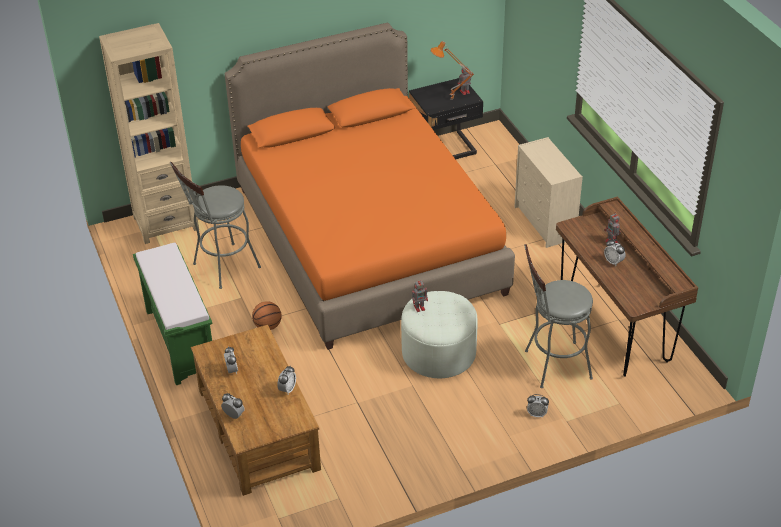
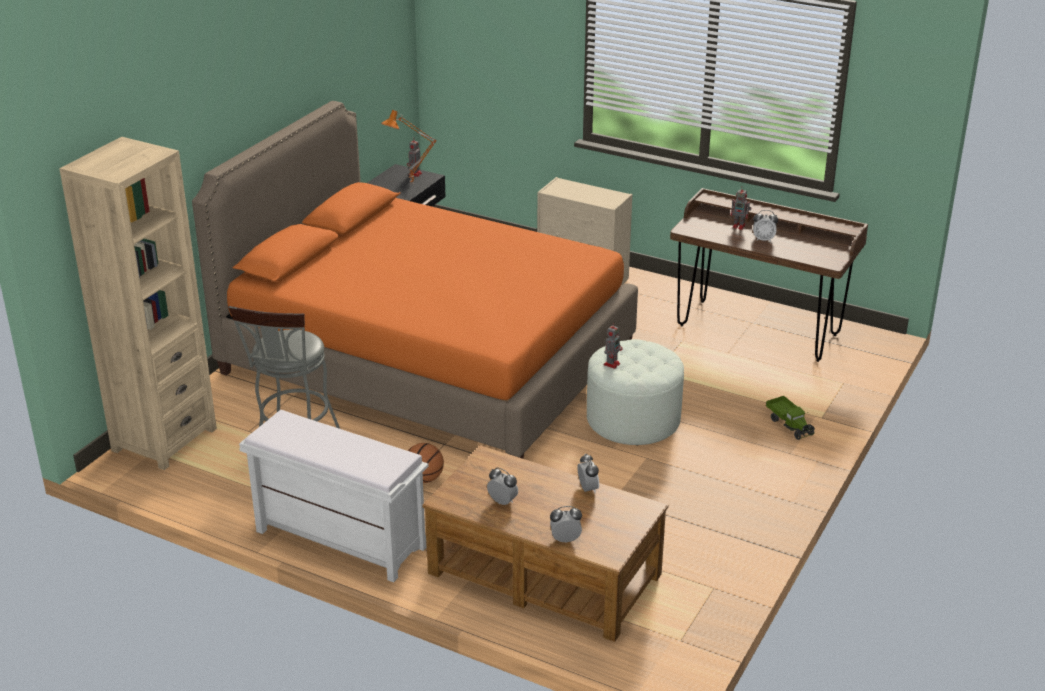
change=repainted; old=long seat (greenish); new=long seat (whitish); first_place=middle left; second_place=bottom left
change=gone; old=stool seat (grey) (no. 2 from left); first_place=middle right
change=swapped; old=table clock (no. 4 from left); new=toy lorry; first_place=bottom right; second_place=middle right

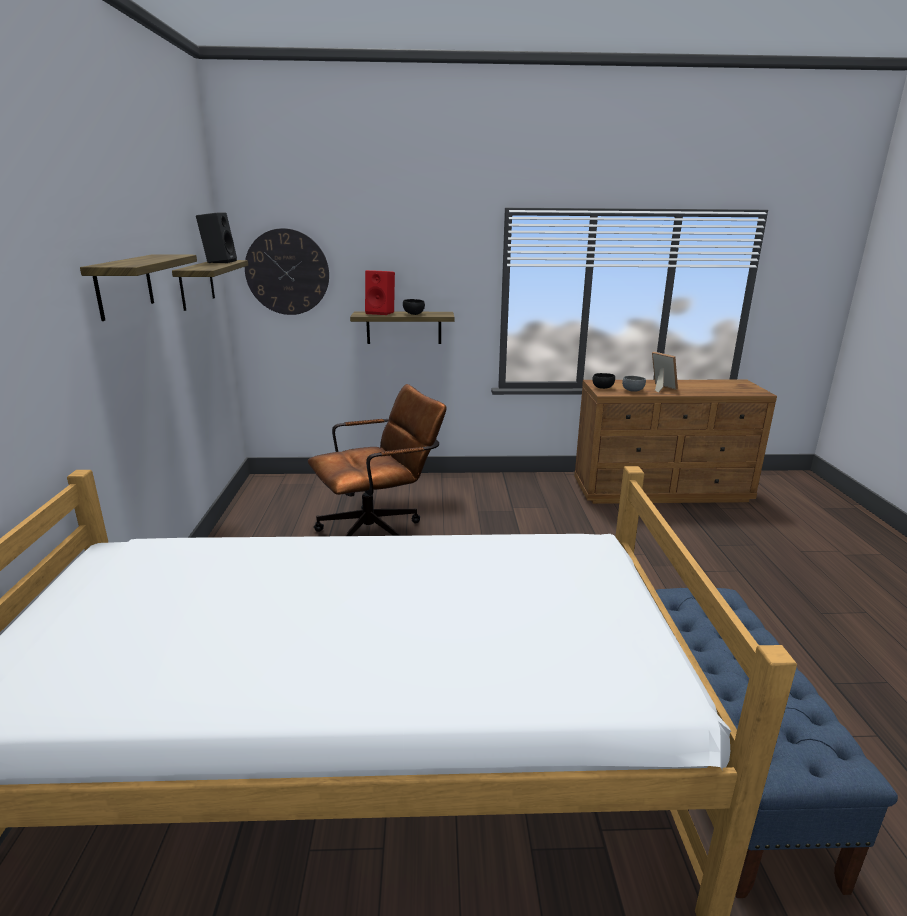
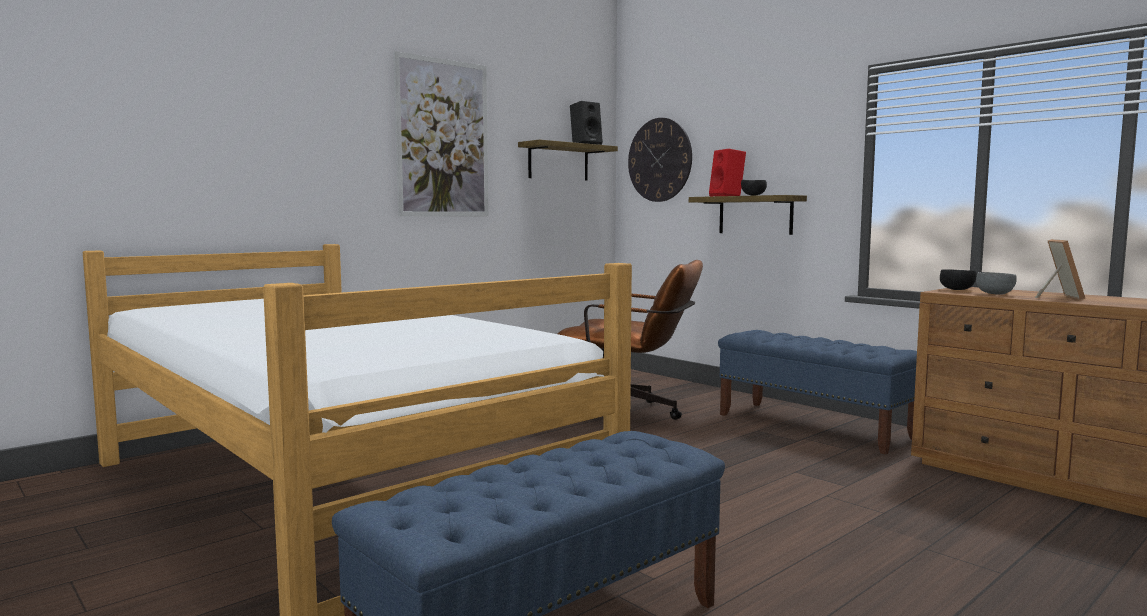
change=swapped; old=bracket shelf (no. 1 from left); new=wall art; first_place=top left; second_place=top centre
change=new; new=long seat (blue-coloured) (no. 2 from left); second_place=middle right

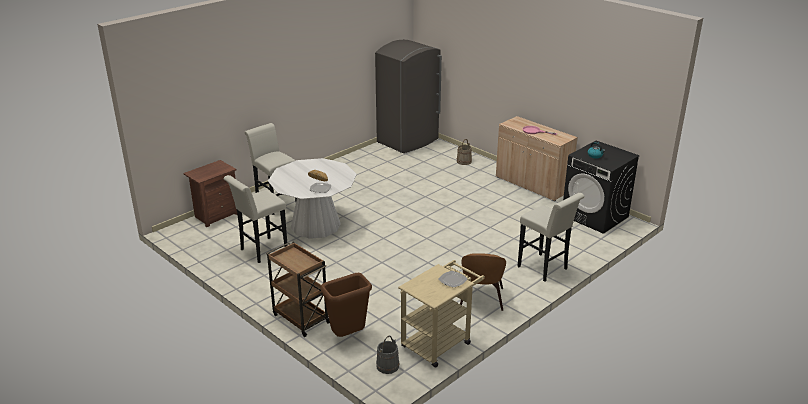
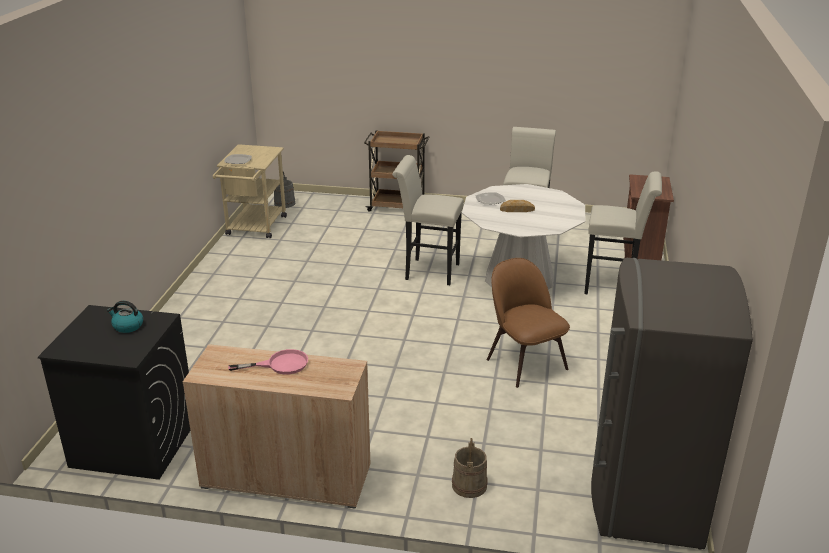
change=shifted; old=stool seat (whitish) (no. 3 from left in the first image); new=stool seat (whitish) (no. 1 from left); first_place=middle right; second_place=centre
change=shifted; old=upright chair (brownish); first_place=bottom centre; second_place=centre
change=gone; old=trash can (brownish); first_place=bottom centre

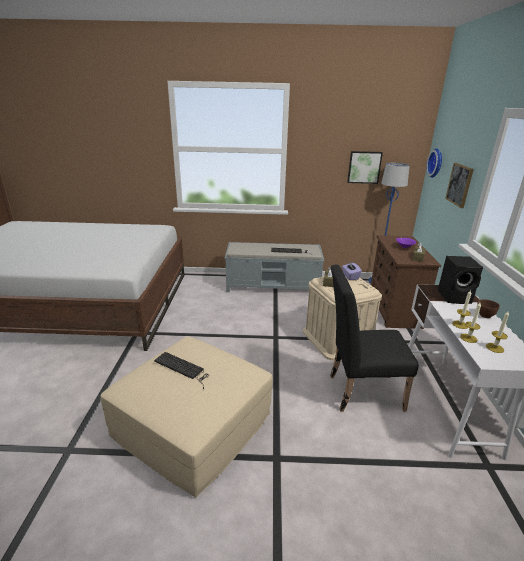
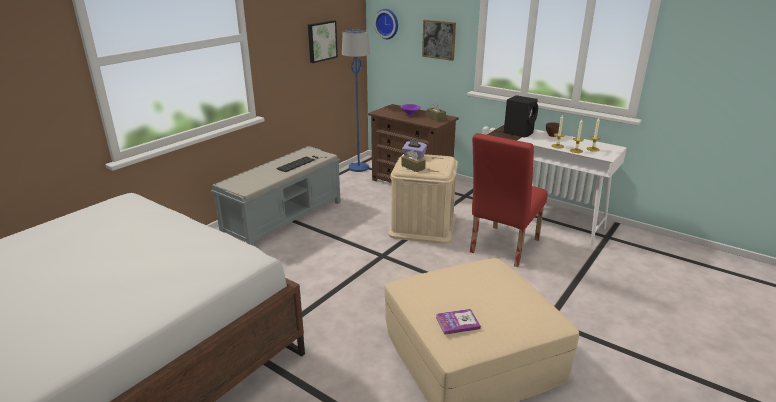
change=repainted; old=upright chair (black-coloured); new=upright chair (reddish); first_place=middle right; second_place=centre
change=gone; old=computer keyboard (no. 1 from left); first_place=centre
change=new; new=bound book; second_place=bottom centre

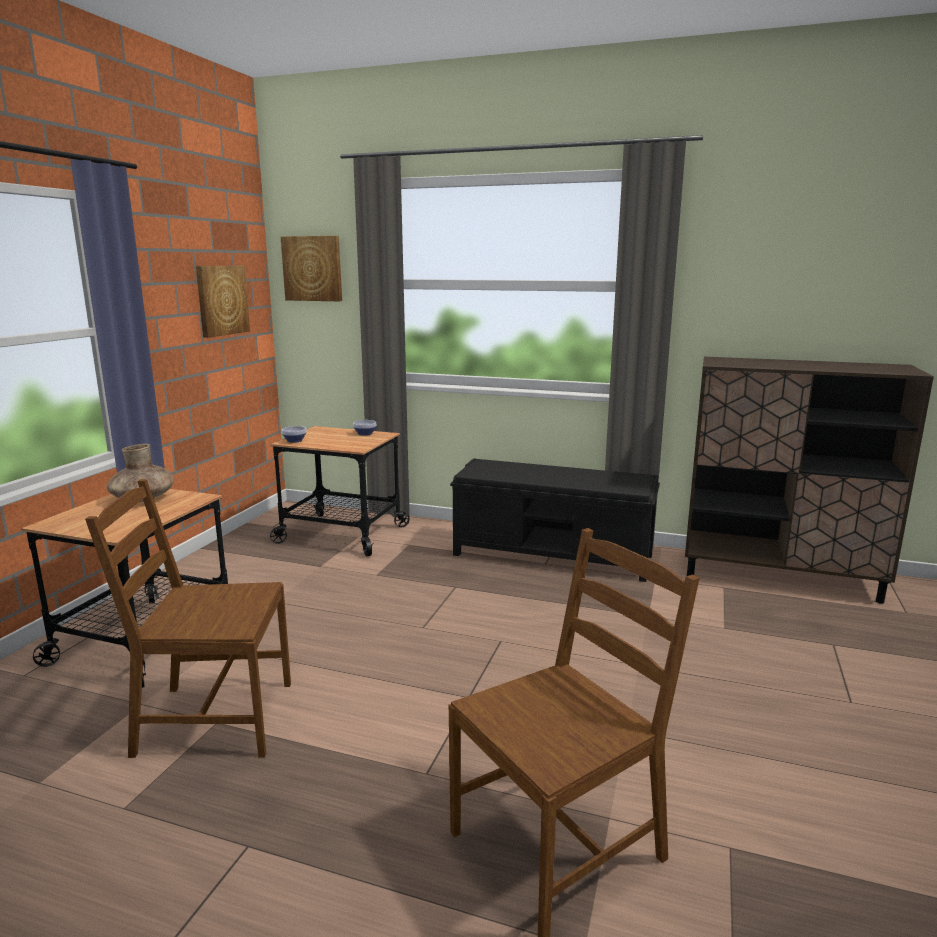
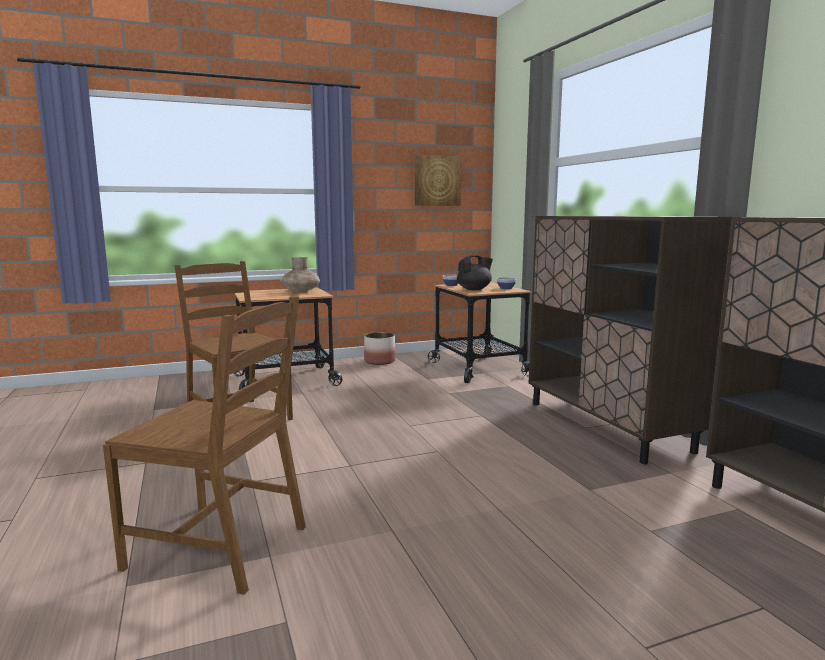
change=gone; old=wall art (no. 2 from left); first_place=top left
change=swapped; old=long seat (black-coloured); new=cabinet (brownish) (no. 1 from left); first_place=centre; second_place=middle right
change=new; new=teapot (black-coloured); second_place=centre
change=new; new=plant pot; second_place=centre

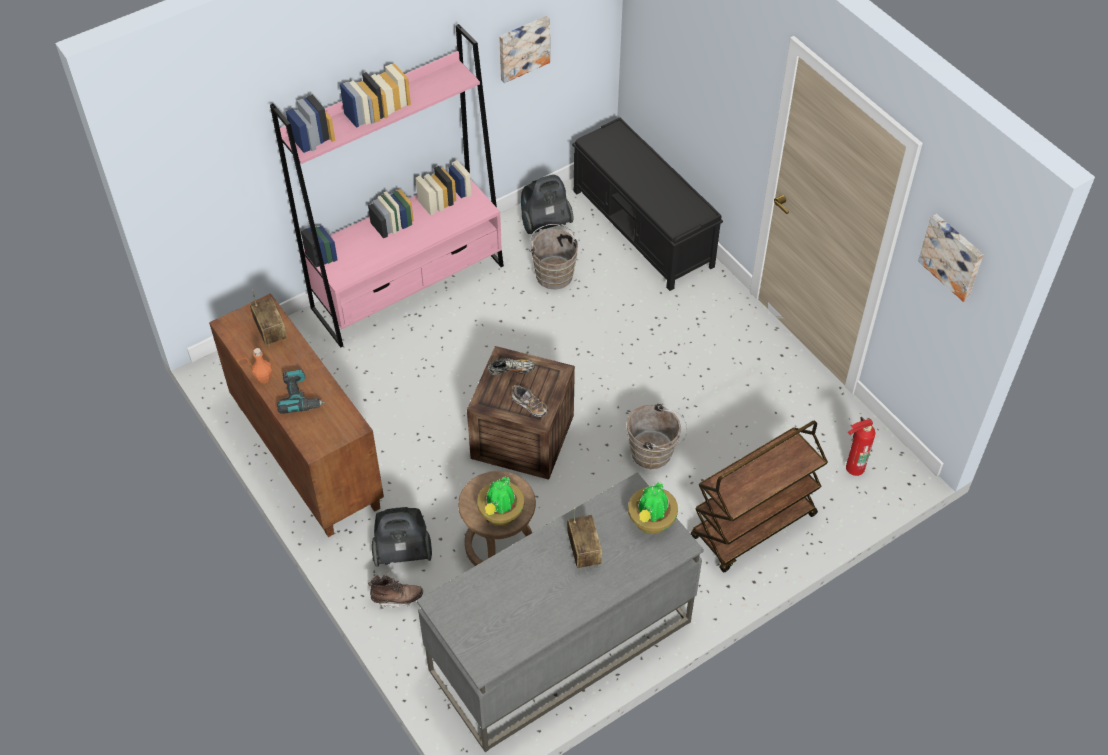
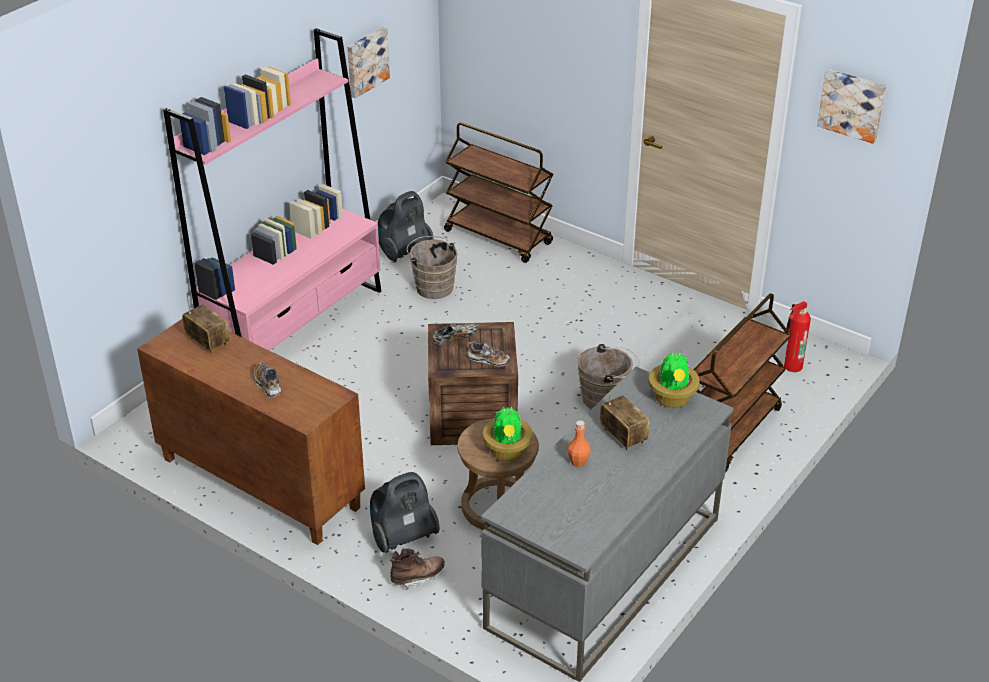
change=swapped; old=long seat (black-coloured); new=trolley (brownish) (no. 1 from left); first_place=top centre; second_place=top centre
change=shifted; old=bottle (orange-coloured); first_place=middle left; second_place=centre
change=swapped; old=power drill; new=item of footwear (no. 1 from left); first_place=middle left; second_place=middle left

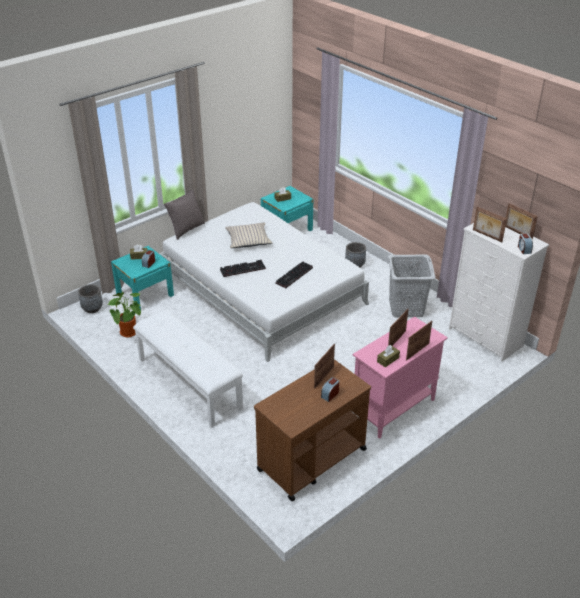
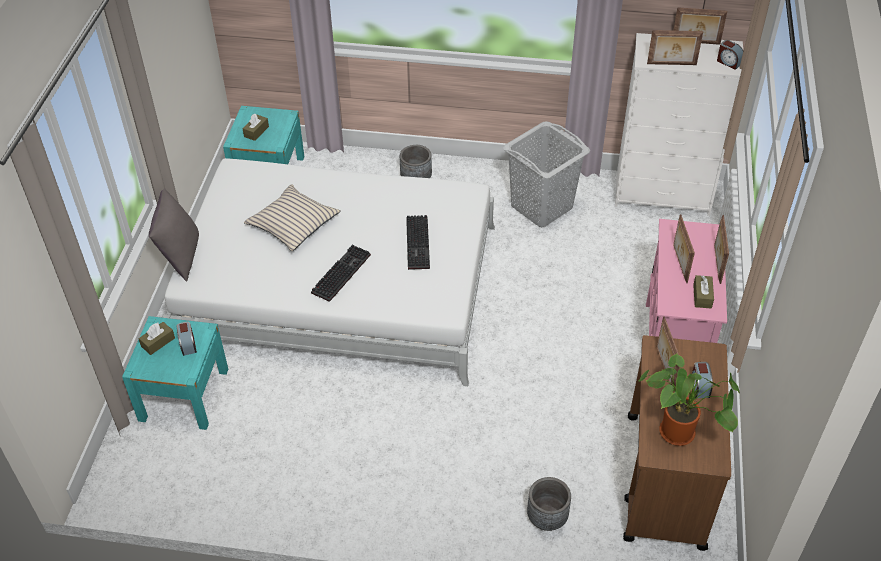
change=shifted; old=plant pot (grey) (no. 1 from left in the first image); new=plant pot (grey) (no. 2 from left); first_place=middle left; second_place=bottom centre
change=shifted; old=plant in a pot; first_place=middle left; second_place=bottom right
change=gone; old=long seat (whitish); first_place=middle left

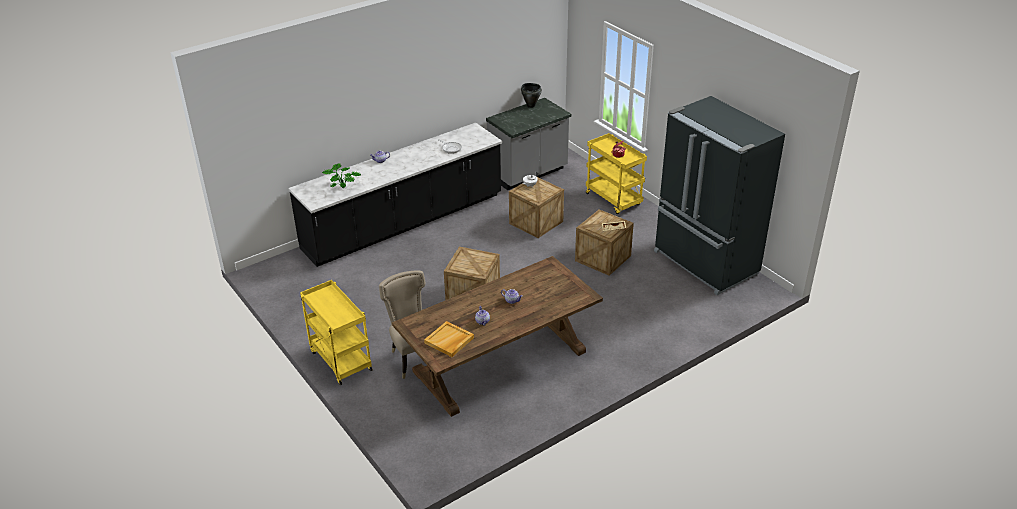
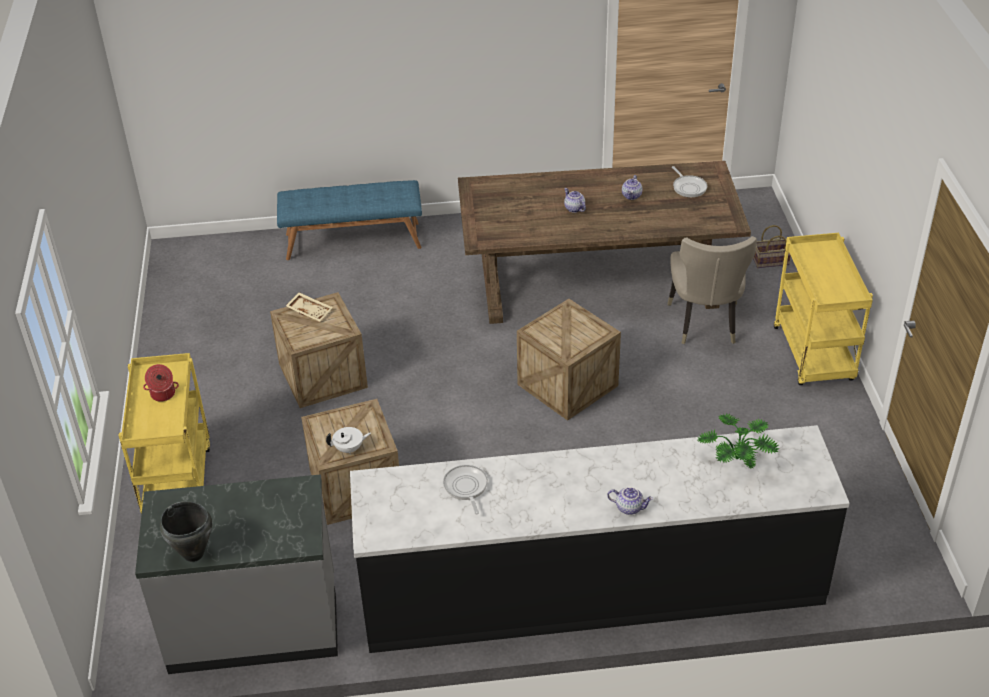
change=gone; old=fridge (black-coloured); first_place=middle right
change=swapped; old=tray (sand-coloured) (no. 1 from left); new=skillet (no. 2 from left); first_place=centre; second_place=top right
change=new; new=long seat (blue-coloured); second_place=top centre
change=new; new=basket; second_place=middle right

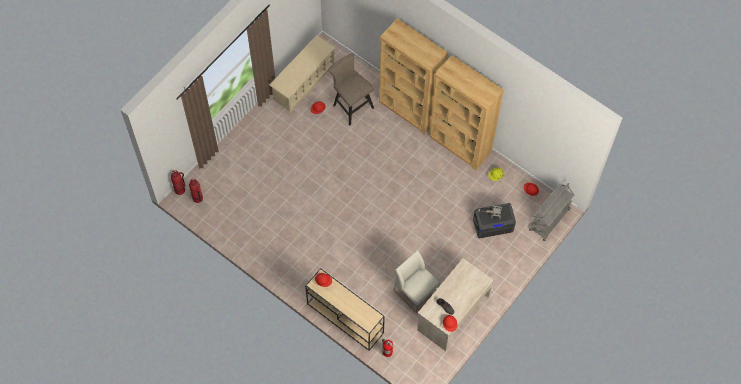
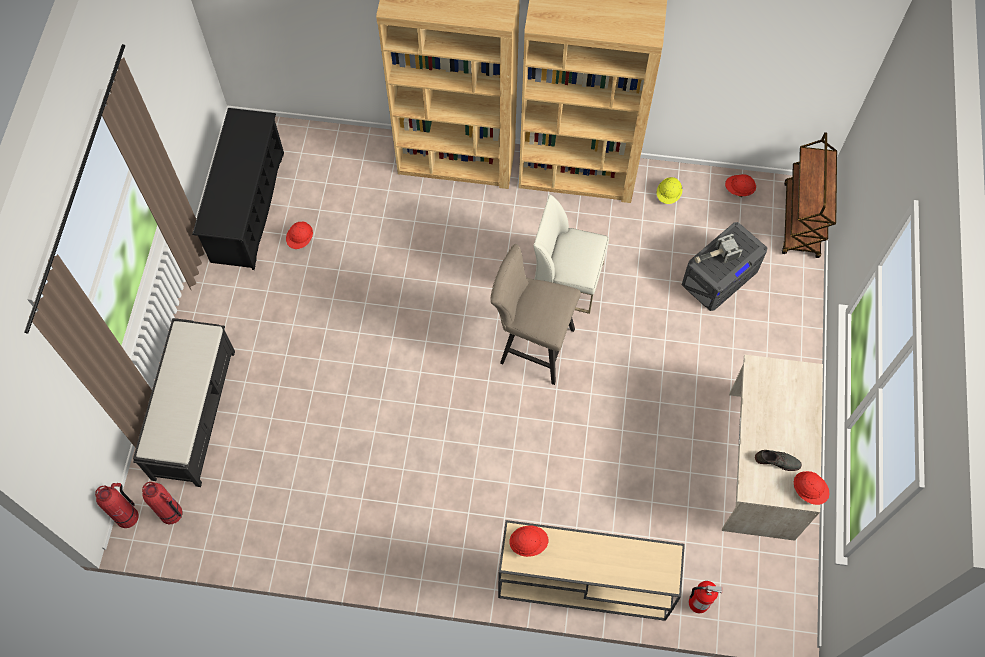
change=repainted; old=shoe stand (sand-coloured); new=shoe stand (black-coloured); first_place=top centre; second_place=top left
change=shifted; old=stool seat (sand-coloured); first_place=top centre; second_place=centre
change=repainted; old=trolley (grey); new=trolley (brownish); first_place=middle right; second_place=top right
change=shifted; old=upright chair (whitish); first_place=bottom centre; second_place=centre
change=new; new=long seat (black-coloured); second_place=middle left

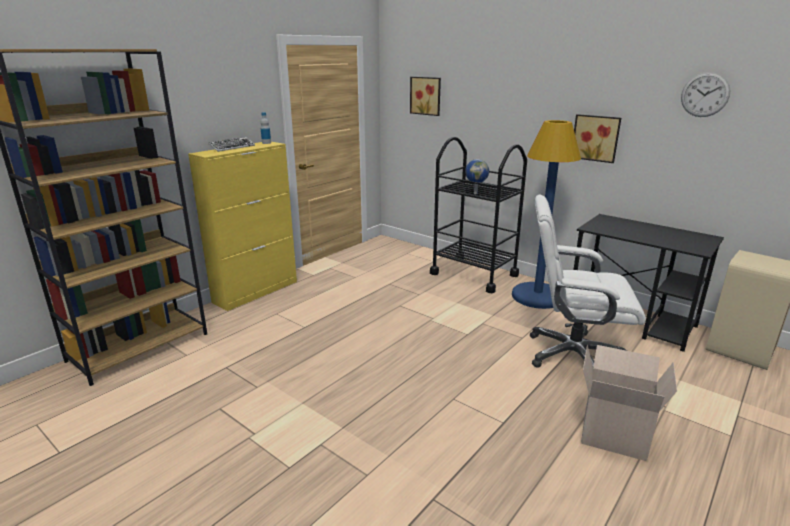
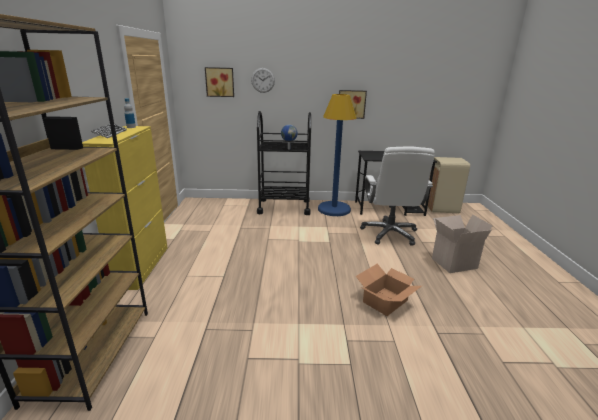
change=shifted; old=wall clock; first_place=top right; second_place=top centre
change=rotated; old=desk chair (whitish); first_place=middle right; second_place=centre; degrees=-60
change=new; new=carton (no. 1 from left); second_place=bottom centre

